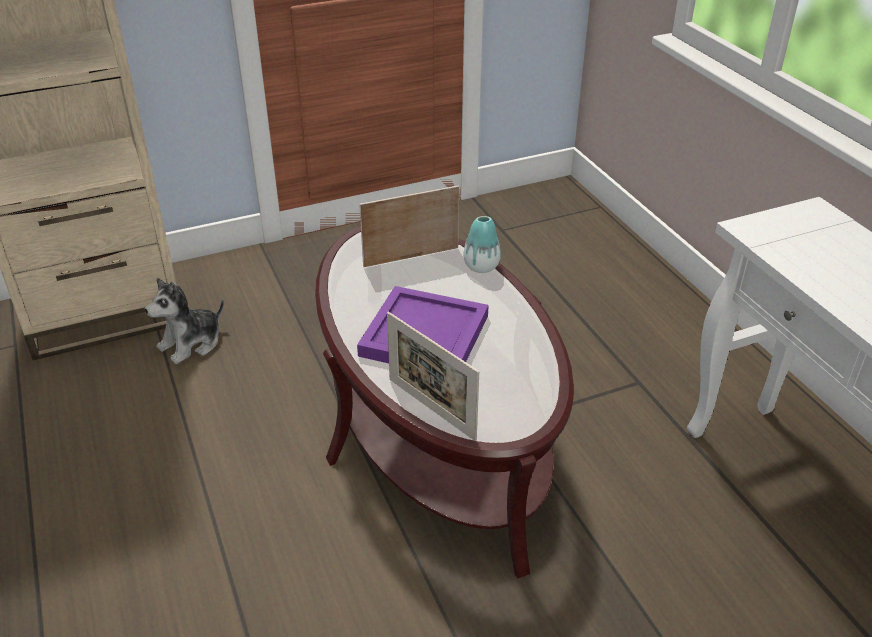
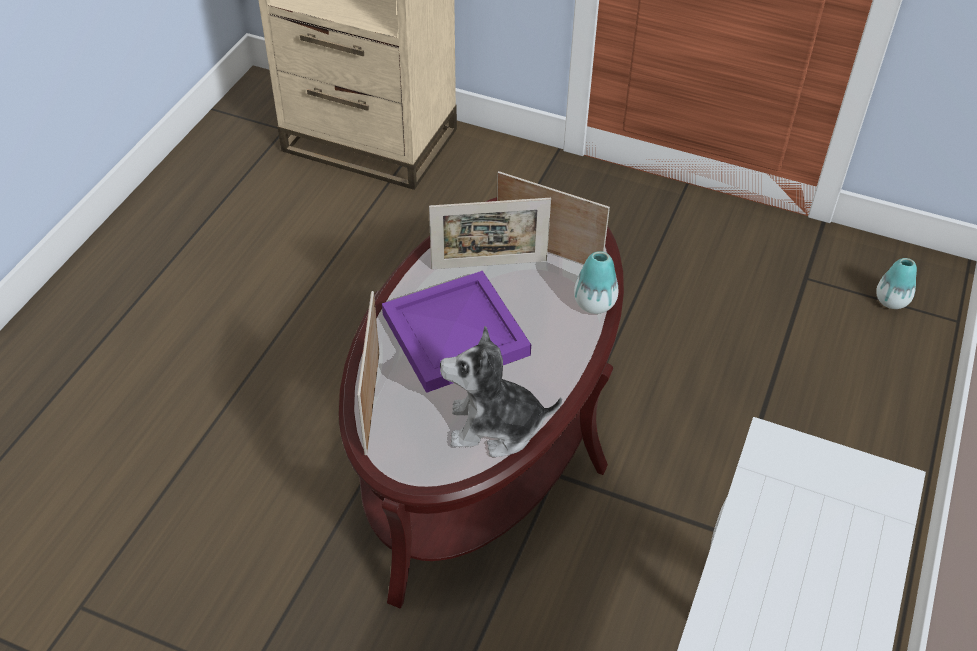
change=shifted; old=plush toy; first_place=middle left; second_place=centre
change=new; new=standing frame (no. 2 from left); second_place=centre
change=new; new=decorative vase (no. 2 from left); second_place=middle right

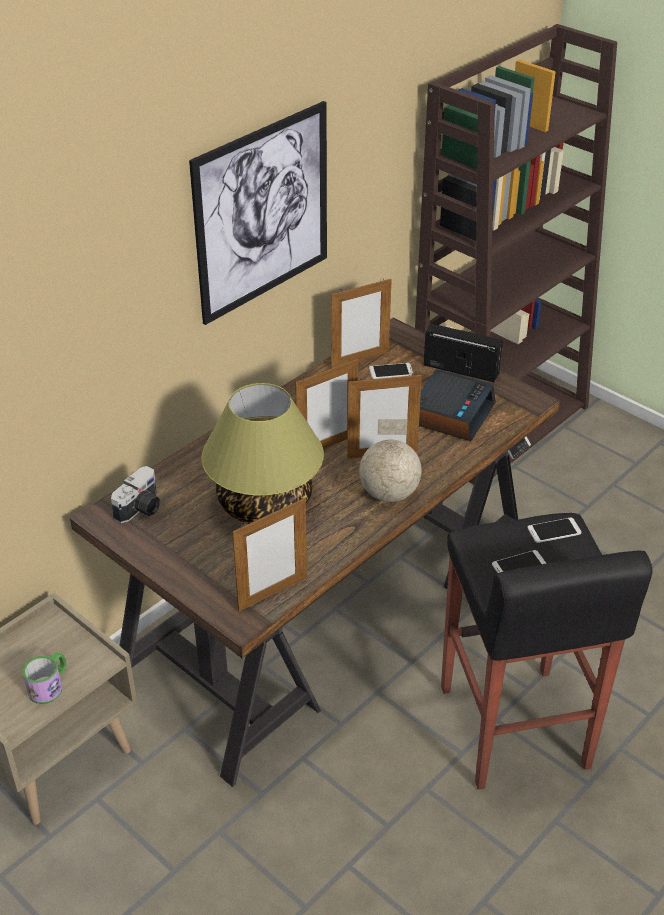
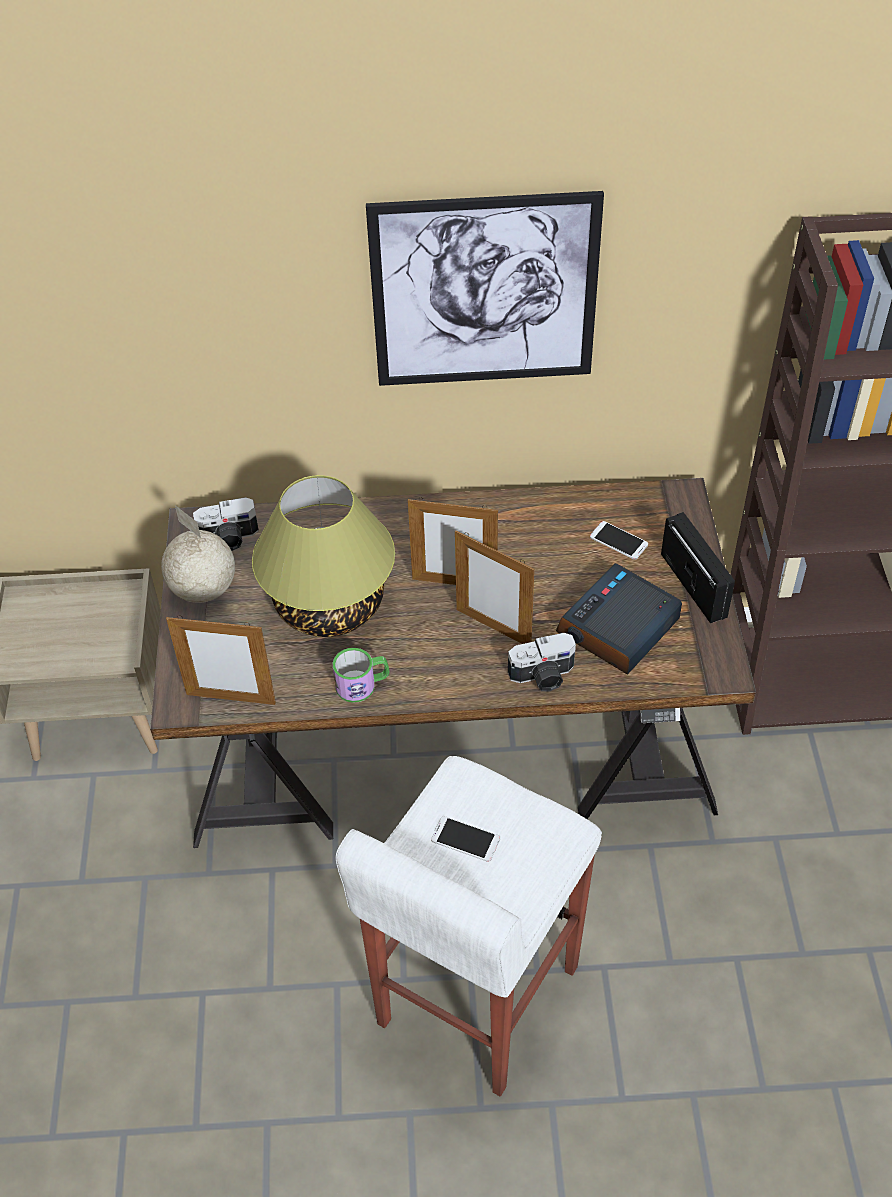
change=gone; old=standing frame (no. 3 from left); first_place=centre
change=rotated; old=table clock; first_place=middle right; second_place=middle right; degrees=150
change=shifted; old=world globe; first_place=centre; second_place=middle left
change=repainted; old=stool seat (black-coloured); new=stool seat (whitish); first_place=bottom right; second_place=bottom centre
change=gone; old=handset (no. 3 from left); first_place=middle right
change=shifted; old=tea mug; first_place=bottom left; second_place=centre
change=new; new=photo camera (no. 2 from left); second_place=centre

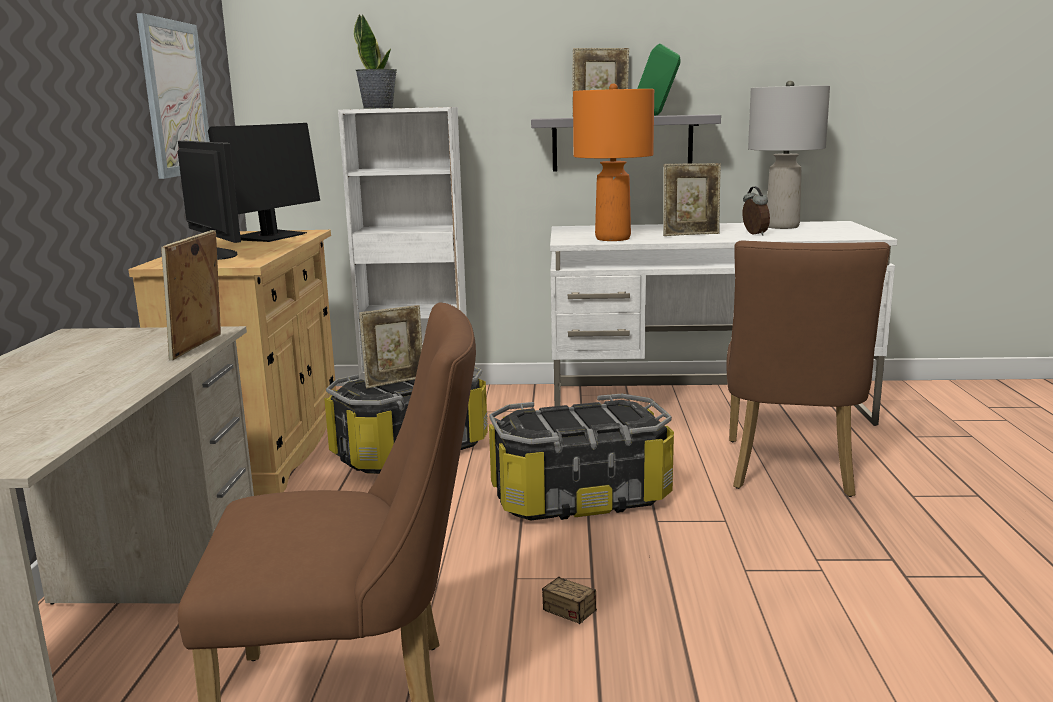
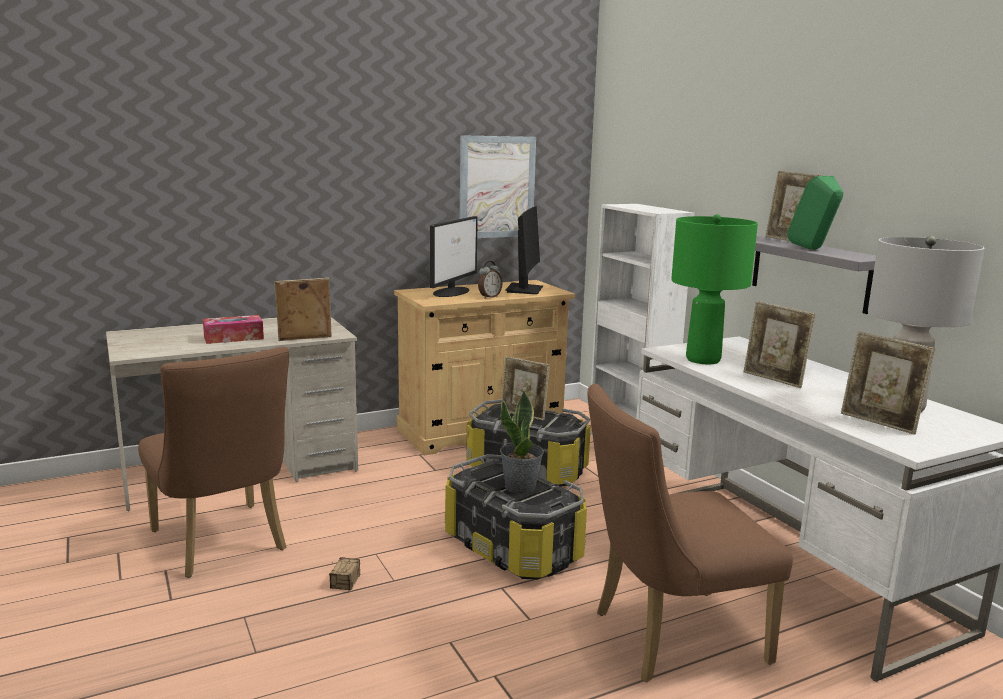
change=shifted; old=plant in a pot; first_place=top centre; second_place=centre
change=repainted; old=table lamp (orange-coloured); new=table lamp (greenish); first_place=top centre; second_place=middle right
change=rotated; old=monitor (no. 2 from left); first_place=top left; second_place=centre; degrees=-75
change=shifted; old=table clock; first_place=top right; second_place=centre
change=new; new=tissue holder; second_place=middle left
change=new; new=standing frame (no. 5 from left); second_place=middle right

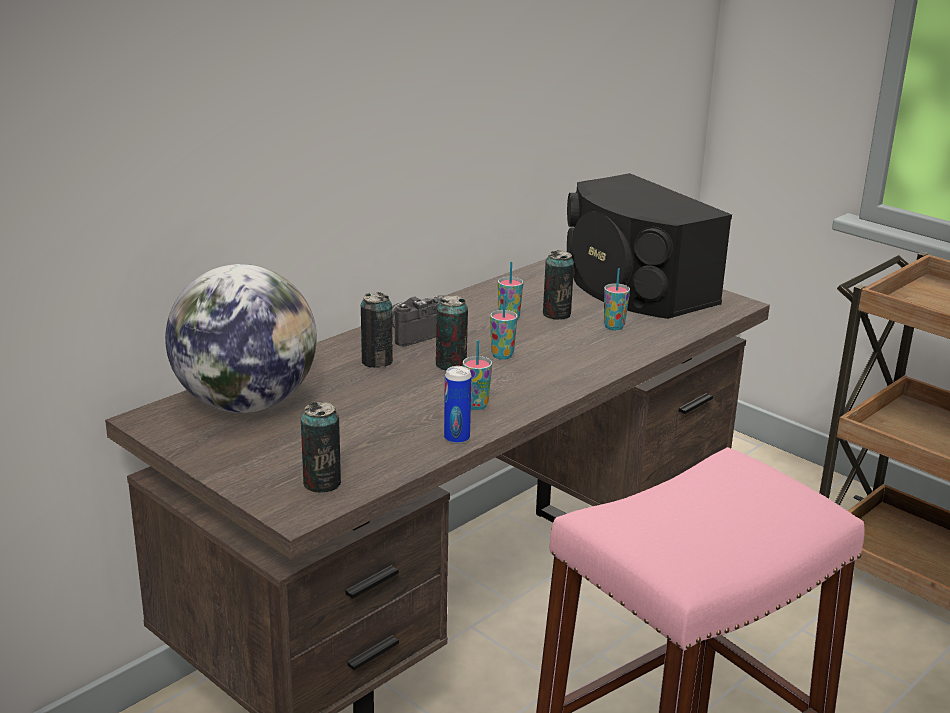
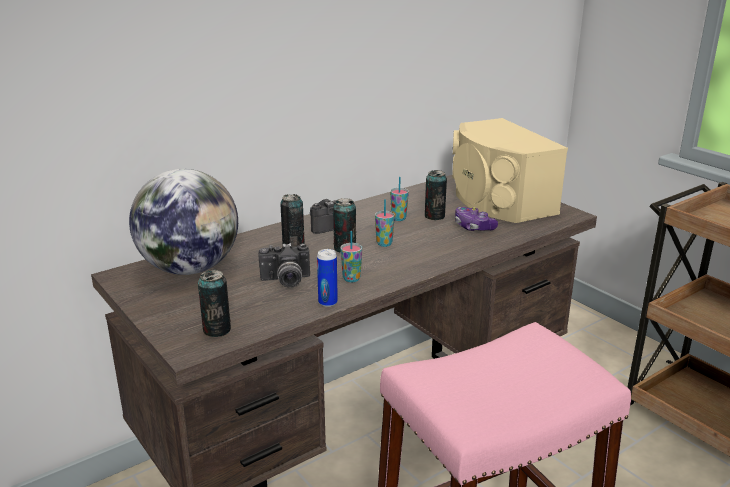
change=repainted; old=speaker (black-coloured); new=speaker (sand-coloured); first_place=middle right; second_place=middle right
change=swapped; old=small cup (no. 4 from left); new=game controller; first_place=centre; second_place=centre
change=new; new=photo camera (no. 1 from left); second_place=centre

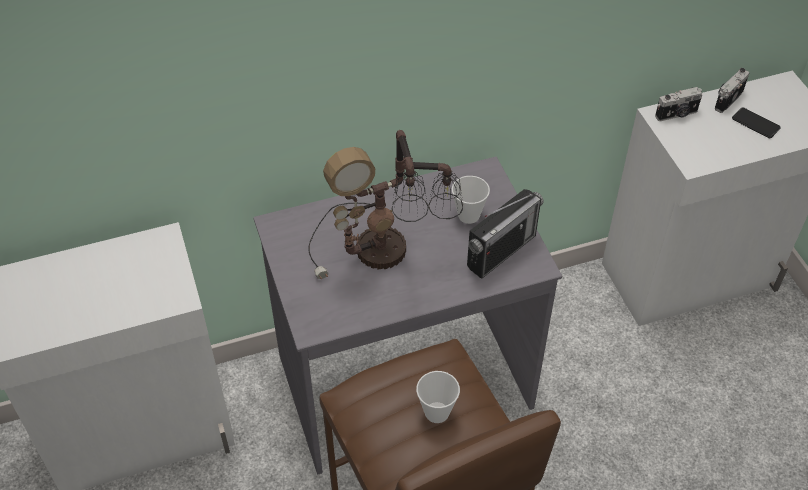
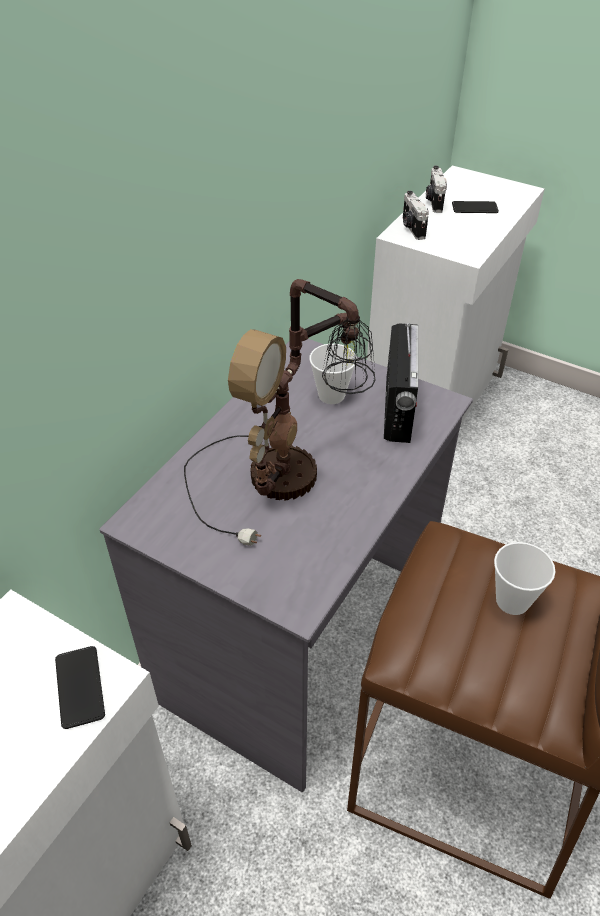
change=rotated; old=photo camera (no. 1 from left); first_place=top right; second_place=top right; degrees=135
change=new; new=handset (no. 1 from left); second_place=bottom left

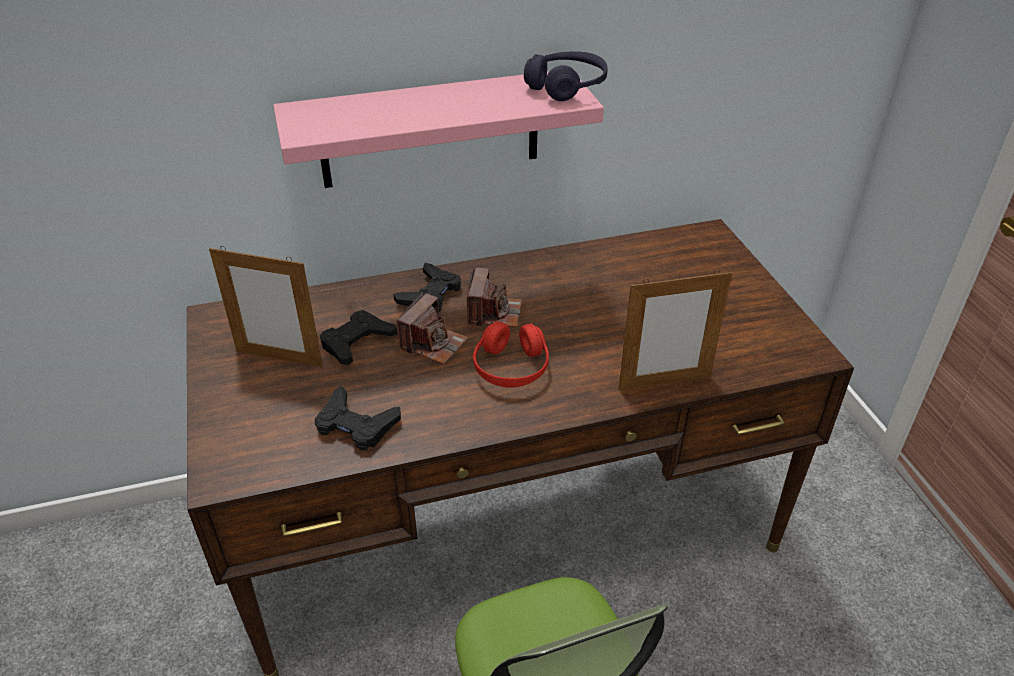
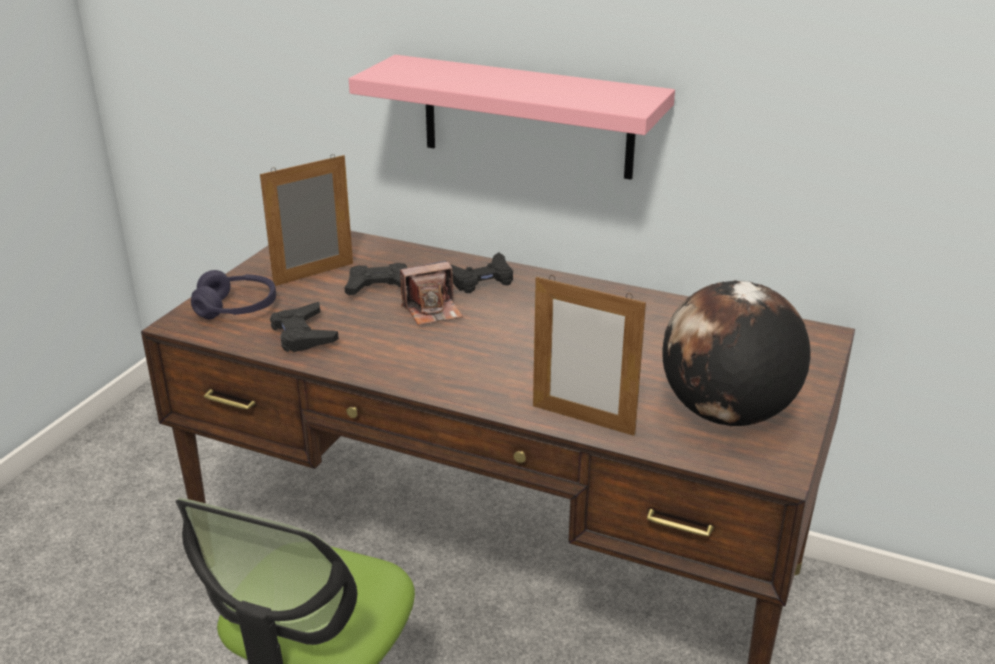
change=shifted; old=headphones (purple-coloured); first_place=top centre; second_place=middle left
change=rotated; old=standing frame (no. 1 from left); first_place=middle left; second_place=top left; degrees=90
change=gone; old=photo camera (no. 2 from left); first_place=centre
change=gone; old=headphones (reddish); first_place=centre
change=new; new=world globe; second_place=middle right

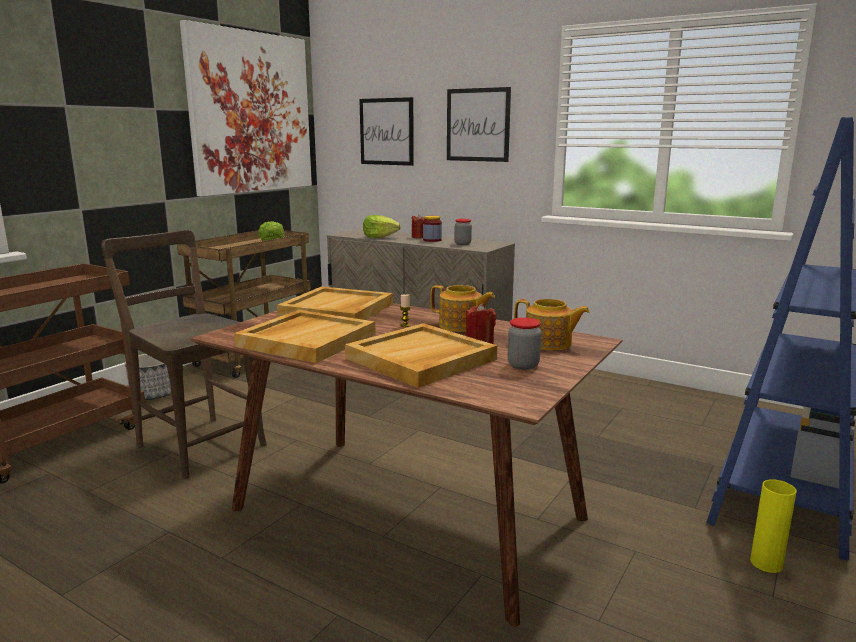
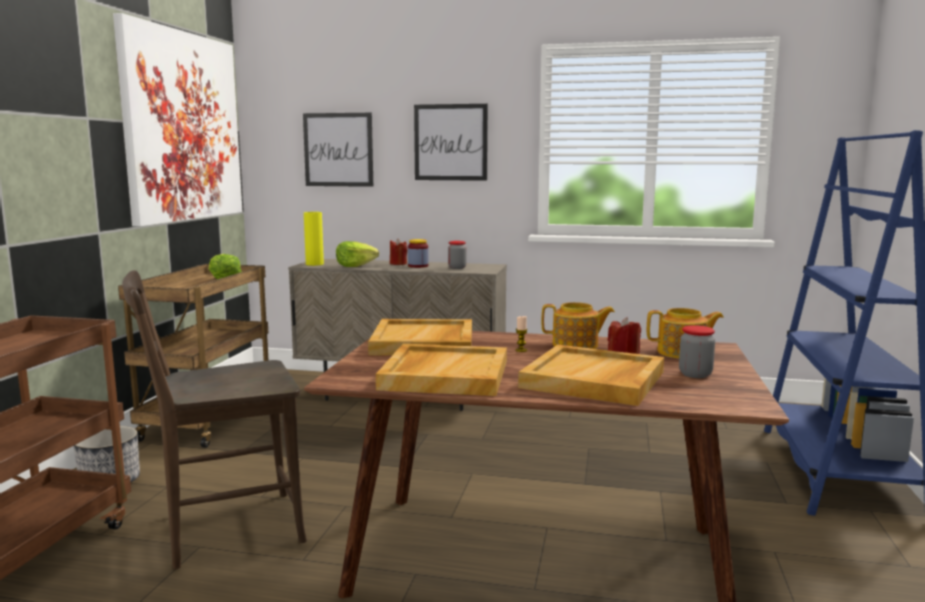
change=rotated; old=upright chair (brownish); first_place=middle left; second_place=bottom left; degrees=-45
change=shifted; old=decorative vase (yellow); first_place=bottom right; second_place=centre

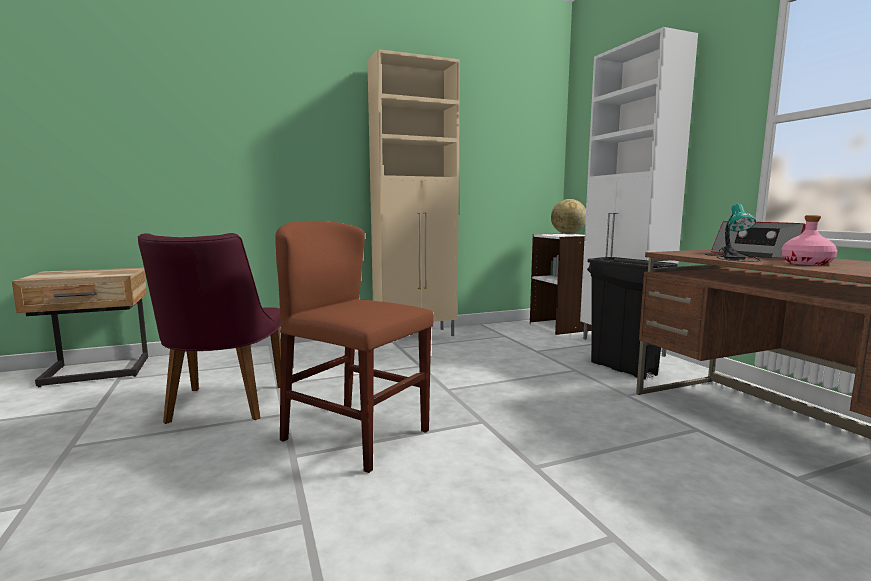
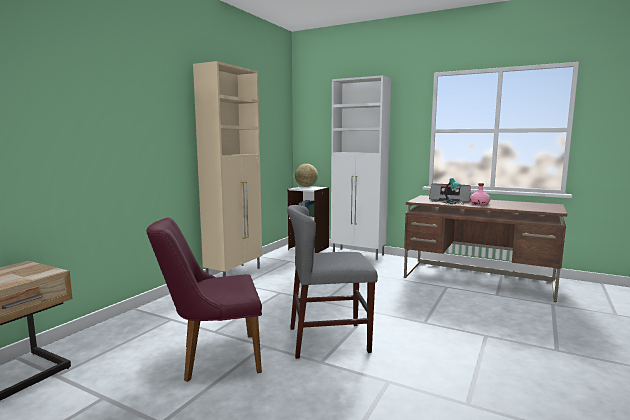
change=repainted; old=upright chair (brownish); new=upright chair (grey); first_place=centre; second_place=bottom centre
change=rotated; old=upright chair (purple-coloured); first_place=middle left; second_place=bottom left; degrees=120
change=gone; old=trash can (black-coloured); first_place=middle right

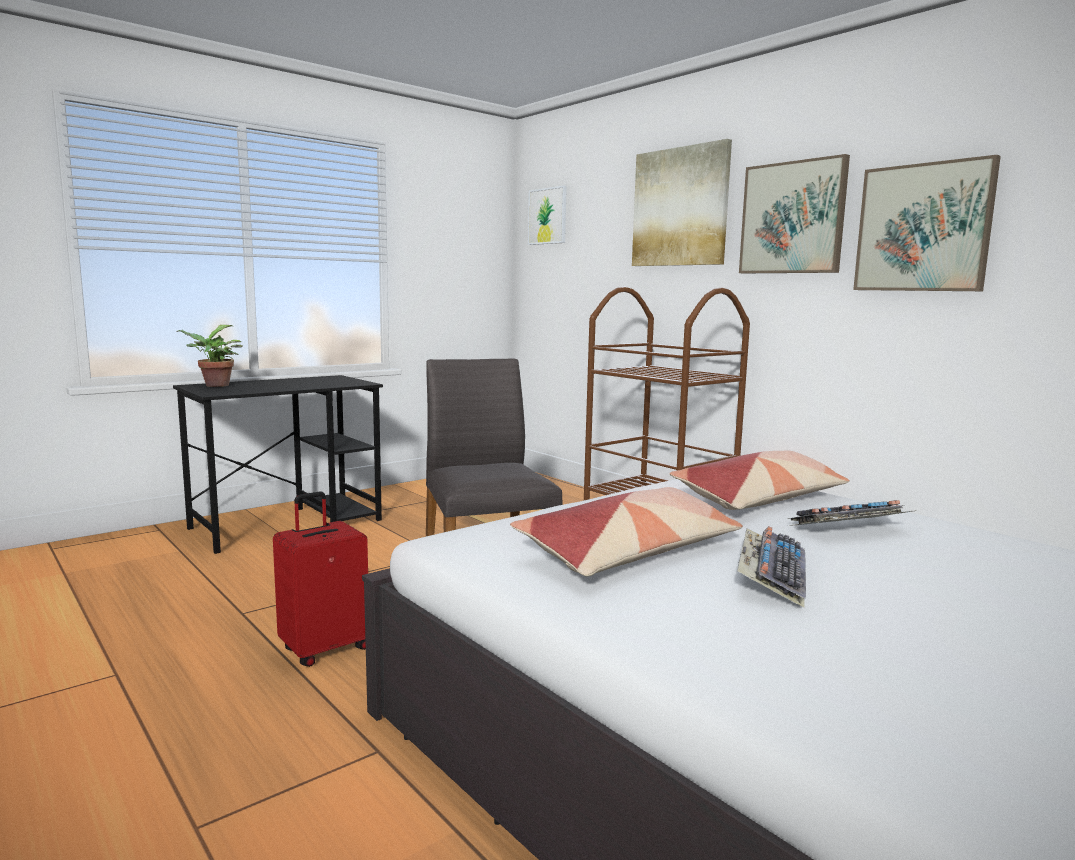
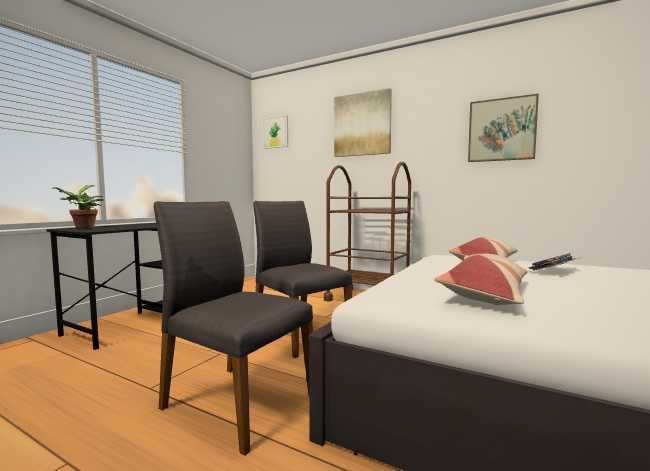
change=gone; old=wall art (no. 3 from left); first_place=top right
change=swapped; old=travel case (reddish); new=upright chair (grey) (no. 1 from left); first_place=bottom left; second_place=bottom centre
change=gone; old=computer keyboard (no. 1 from left); first_place=middle right

